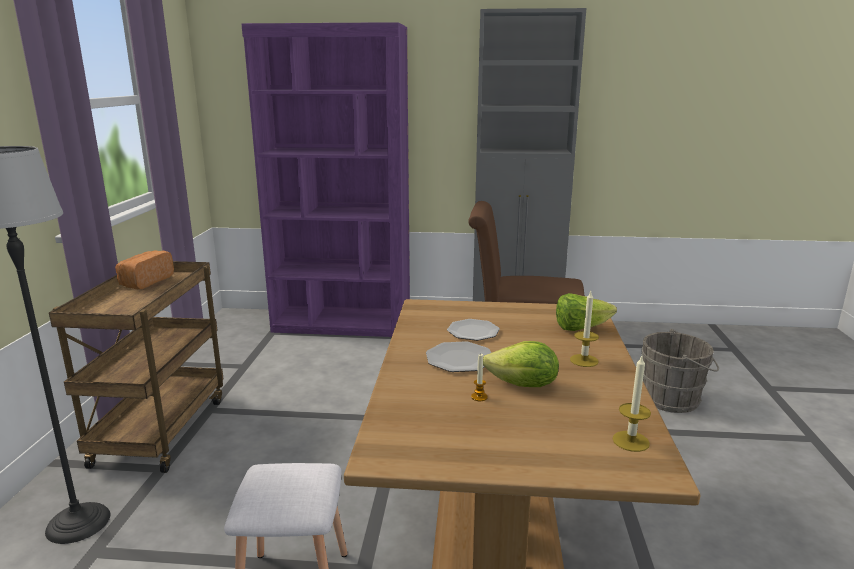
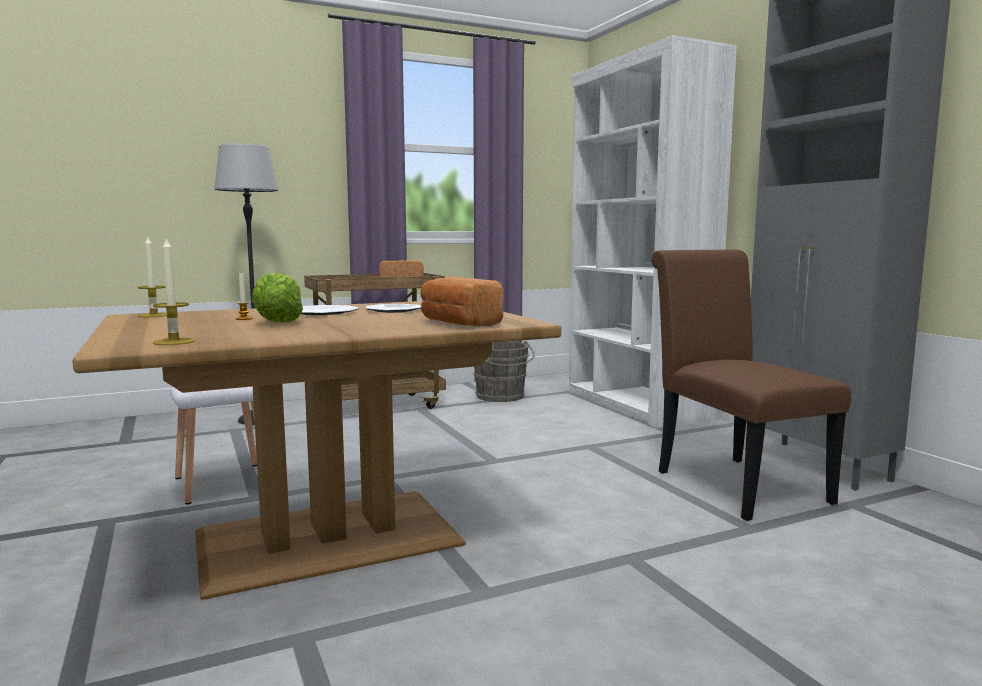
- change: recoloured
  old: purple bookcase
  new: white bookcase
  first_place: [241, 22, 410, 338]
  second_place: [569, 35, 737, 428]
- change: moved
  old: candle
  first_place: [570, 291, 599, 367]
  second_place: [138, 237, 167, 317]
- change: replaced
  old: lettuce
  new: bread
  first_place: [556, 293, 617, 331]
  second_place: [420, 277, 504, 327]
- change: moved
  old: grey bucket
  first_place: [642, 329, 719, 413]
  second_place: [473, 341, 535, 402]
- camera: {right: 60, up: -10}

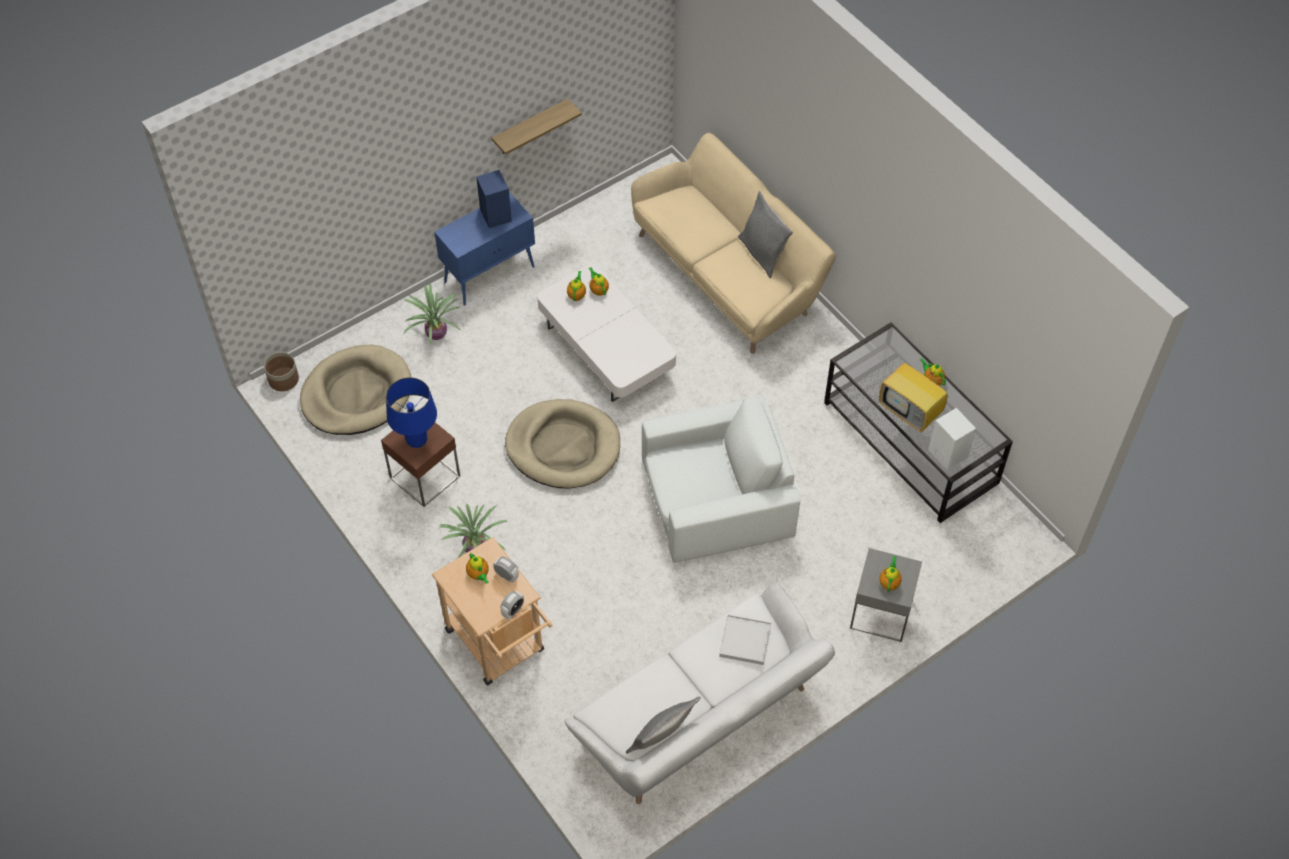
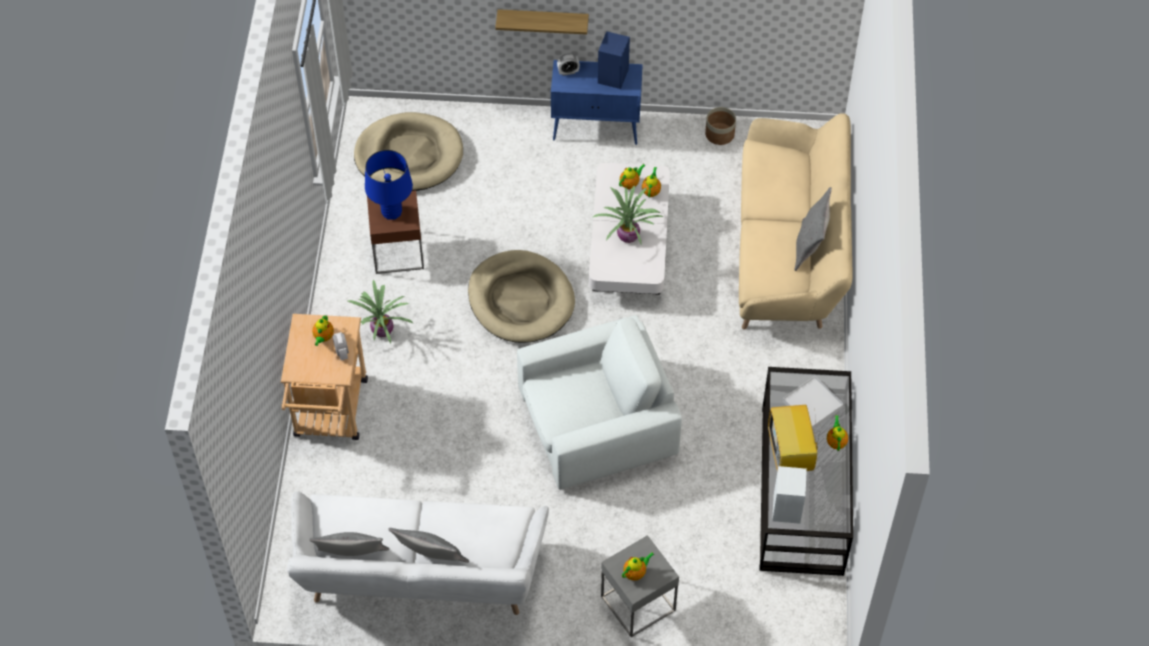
- change: moved
  old: shelf
  first_place: [492, 99, 582, 155]
  second_place: [495, 9, 589, 35]
- change: moved
  old: potted plant
  first_place: [403, 283, 461, 344]
  second_place: [593, 186, 663, 245]
- change: moved
  old: planter
  first_place: [264, 352, 299, 391]
  second_place: [705, 107, 736, 145]
- change: turned
  old: white armchair
  first_place: [642, 396, 800, 563]
  second_place: [517, 315, 682, 490]
  degrees: -45
- change: moved
  old: alarm clock
  first_place: [501, 591, 524, 620]
  second_place: [557, 53, 580, 76]
- change: moved
  old: white tray
  first_place: [719, 615, 771, 665]
  second_place: [783, 376, 844, 429]
- change: added
  new: grey pillow
  second_place: [388, 528, 469, 563]
- camera: {right: 40, up: 0}

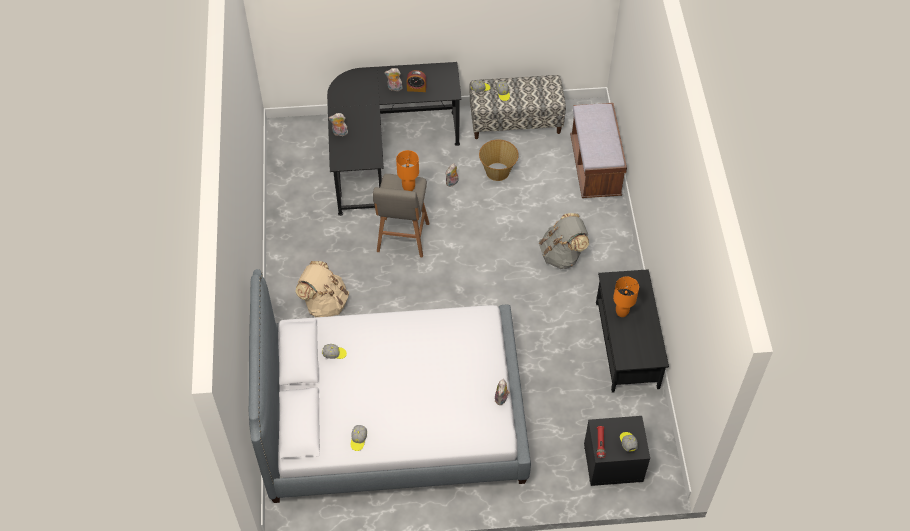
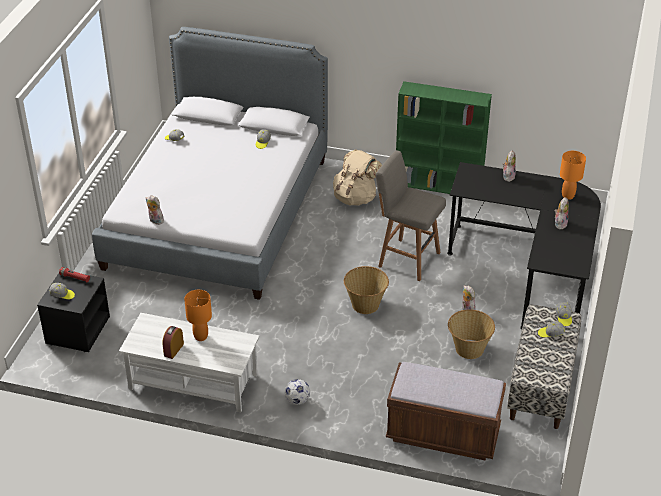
- change: moved
  old: alarm clock
  first_place: [407, 70, 426, 92]
  second_place: [162, 326, 184, 359]
- change: moved
  old: orange table lamp
  first_place: [396, 150, 419, 191]
  second_place: [560, 151, 586, 200]
- change: removed
  old: grey backpack
  first_place: [539, 213, 589, 269]
- change: recoloured
  old: black coffee table
  new: white coffee table
  first_place: [596, 269, 669, 393]
  second_place: [119, 313, 259, 412]
- change: added
  new: green bookcase
  second_place: [396, 81, 492, 194]
- change: added
  new: basket
  second_place: [344, 266, 389, 314]
- change: added
  new: football
  second_place: [285, 379, 310, 405]
- camera: {right: 110, up: -15}

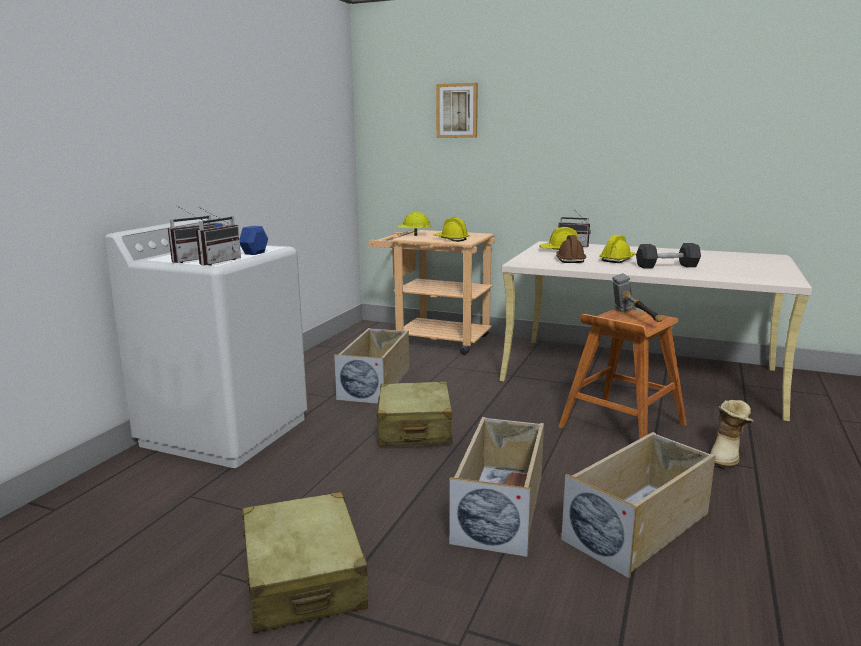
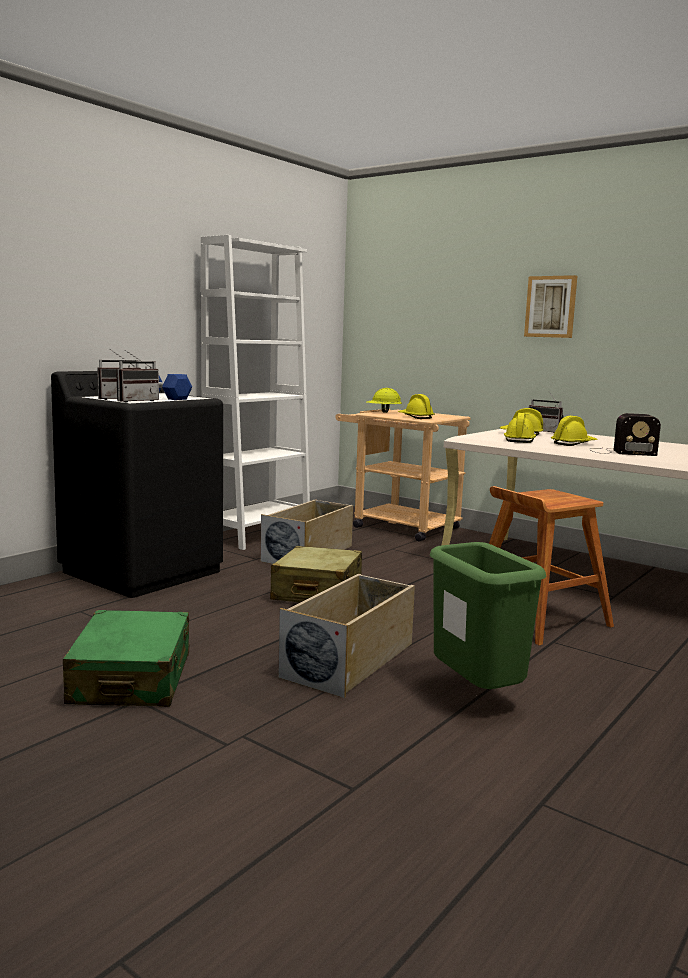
- change: moved
  old: picture
  first_place: [436, 83, 478, 138]
  second_place: [524, 275, 577, 338]
- change: recoloured
  old: white washing machine
  new: black washing machine
  first_place: [105, 219, 307, 468]
  second_place: [51, 371, 223, 598]
- change: recoloured
  old: brown hard hat
  new: yellow hard hat
  first_place: [556, 235, 586, 263]
  second_place: [504, 413, 536, 443]
- change: replaced
  old: black dumbbell
  new: radio
  first_place: [636, 243, 701, 269]
  second_place: [589, 413, 661, 456]
- change: removed
  old: hammer
  first_place: [612, 273, 663, 322]
- change: removed
  old: boot
  first_place: [710, 400, 754, 469]
- change: replaced
  old: beige storage box
  new: green trash can
  first_place: [561, 432, 716, 578]
  second_place: [430, 542, 546, 689]
- change: recoloured
  old: beige suitcase
  new: green suitcase
  first_place: [242, 492, 368, 633]
  second_place: [63, 610, 189, 707]
- change: added
  new: white bookcase
  second_place: [201, 235, 310, 550]
- camera: {right: 15, up: -5}

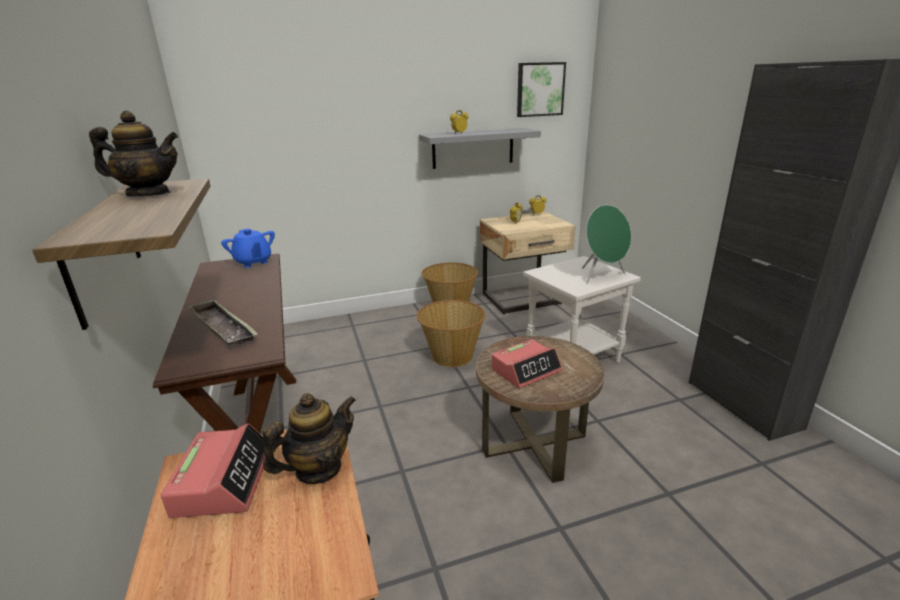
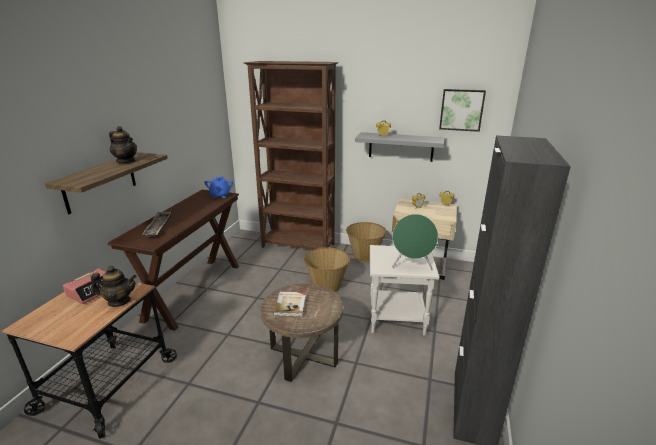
- change: replaced
  old: alarm clock
  new: book
  first_place: [492, 339, 562, 389]
  second_place: [273, 292, 306, 317]
- change: added
  new: brown bookcase
  second_place: [244, 61, 339, 249]
- camera: {right: 35, up: 0}

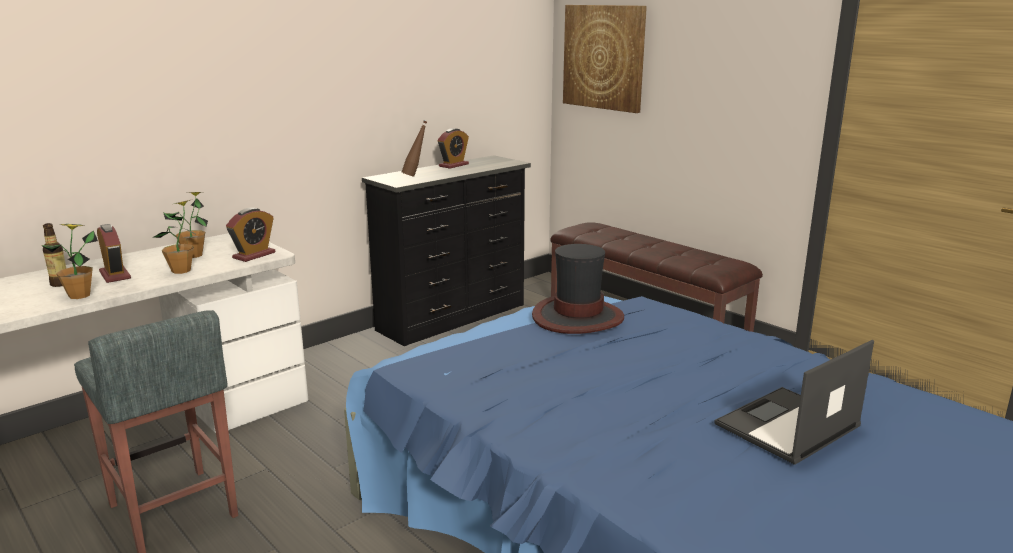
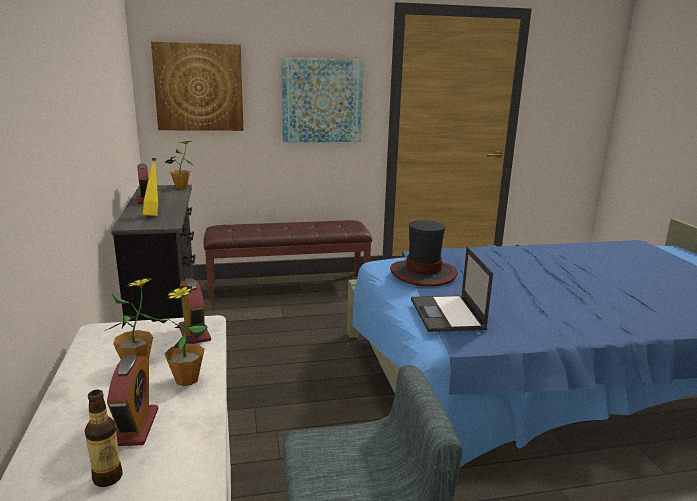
- change: recoloured
  old: brown bottle
  new: yellow bottle
  first_place: [402, 120, 427, 177]
  second_place: [143, 158, 158, 216]
- change: moved
  old: potted plant
  first_place: [41, 224, 98, 299]
  second_place: [164, 141, 193, 189]
- change: turned
  old: alarm clock
  first_place: [97, 224, 131, 283]
  second_place: [107, 355, 158, 446]
  degrees: 90
- change: moved
  old: laptop
  first_place: [715, 340, 874, 465]
  second_place: [411, 246, 493, 332]
- change: added
  new: picture
  second_place: [281, 58, 364, 142]
- camera: {right: -60, up: 0}

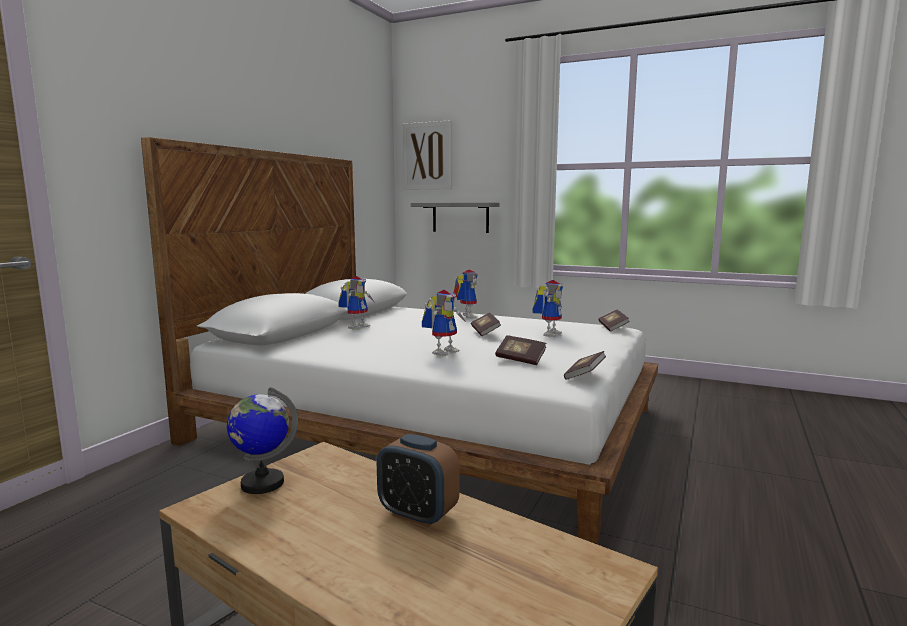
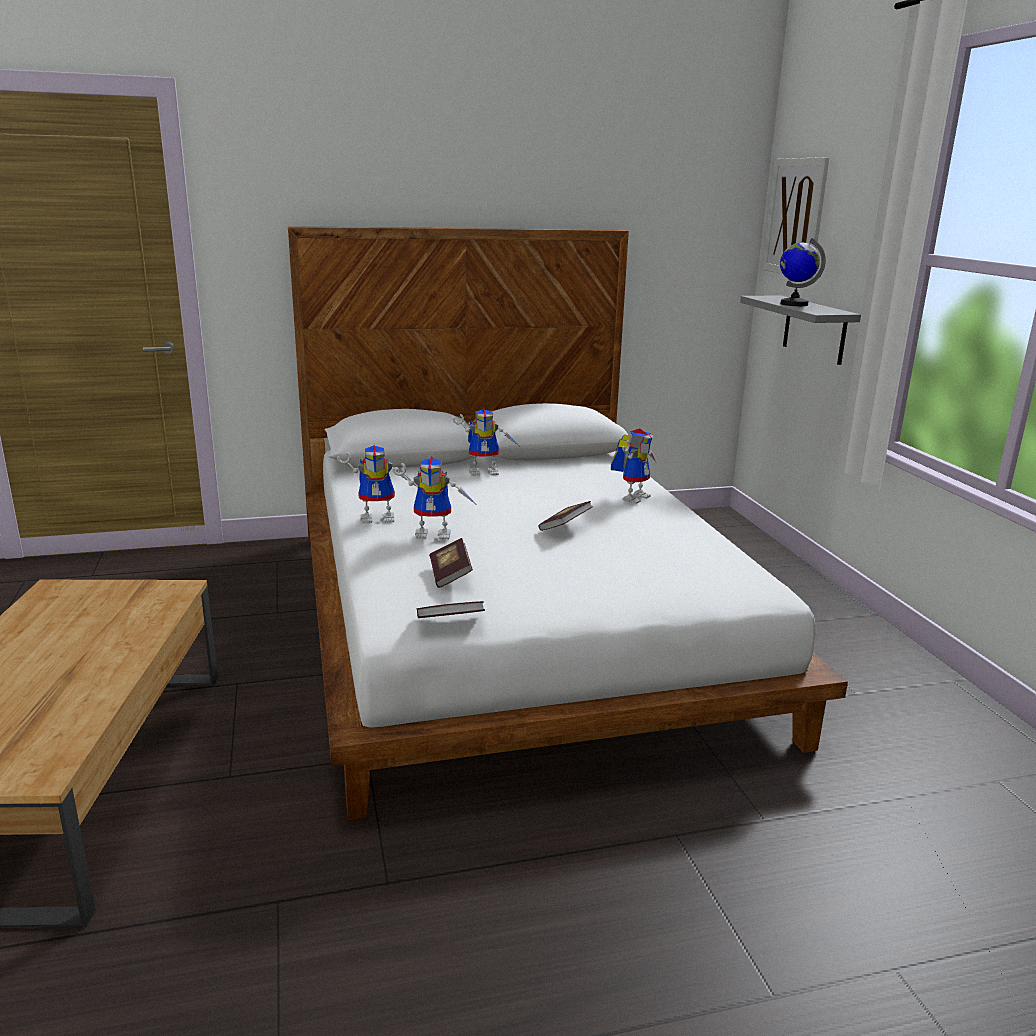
- change: moved
  old: toy robot
  first_place: [532, 280, 563, 337]
  second_place: [337, 445, 418, 523]
- change: removed
  old: book
  first_place: [599, 310, 630, 331]
- change: moved
  old: globe
  first_place: [227, 387, 298, 494]
  second_place: [780, 238, 826, 306]
- change: removed
  old: alarm clock
  first_place: [377, 434, 460, 527]
- camera: {right: 50, up: 10}

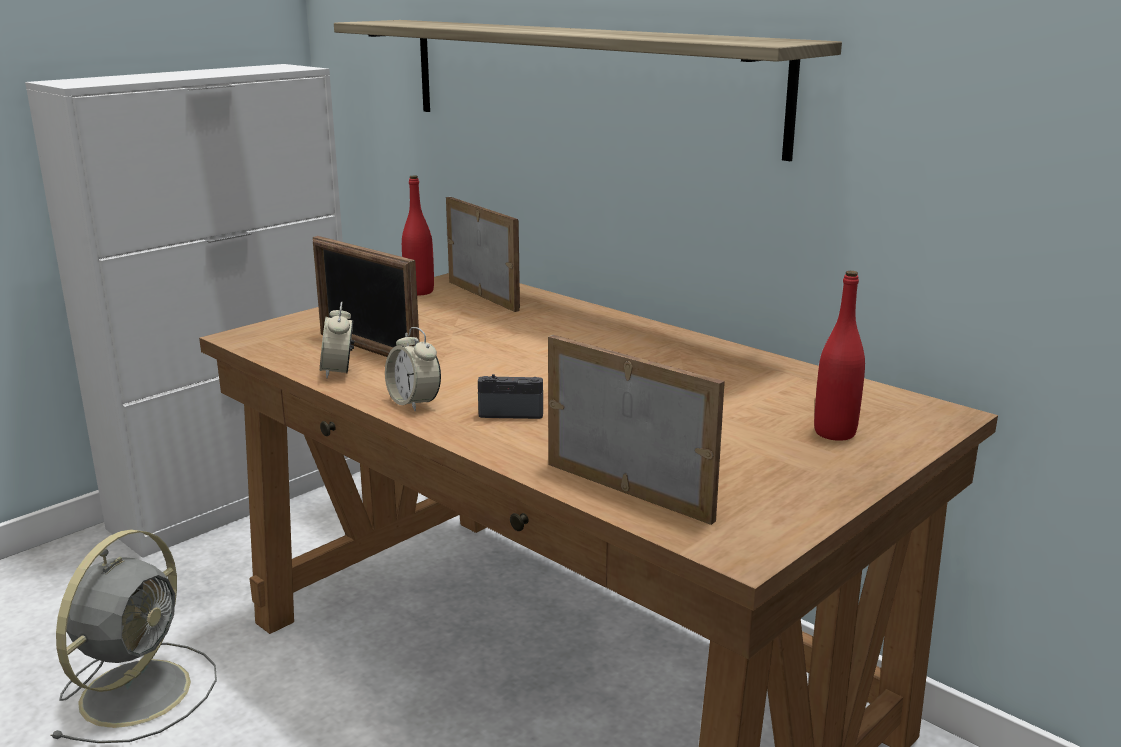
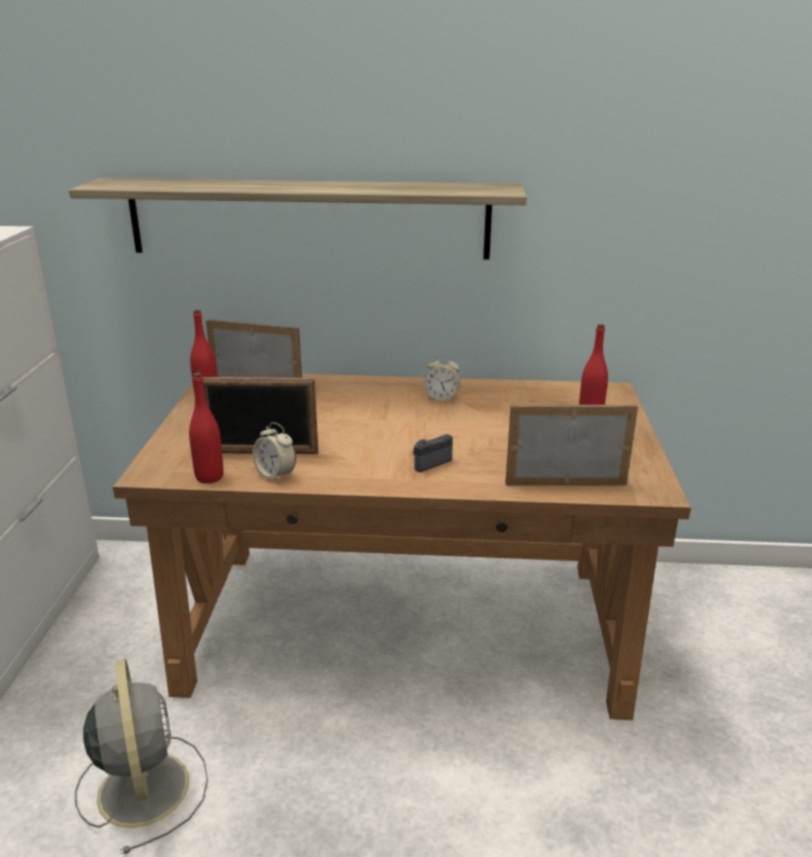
- change: moved
  old: alarm clock
  first_place: [385, 327, 441, 412]
  second_place: [424, 354, 460, 402]
- change: added
  new: red bottle
  second_place: [189, 373, 223, 483]
- camera: {right: -40, up: 5}

